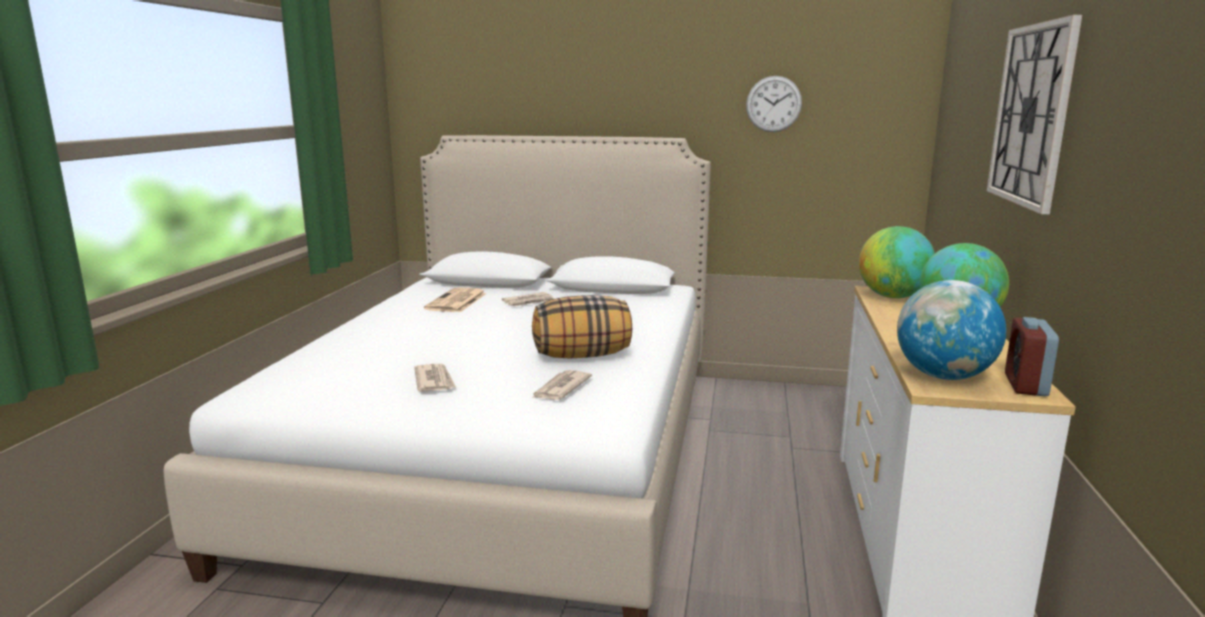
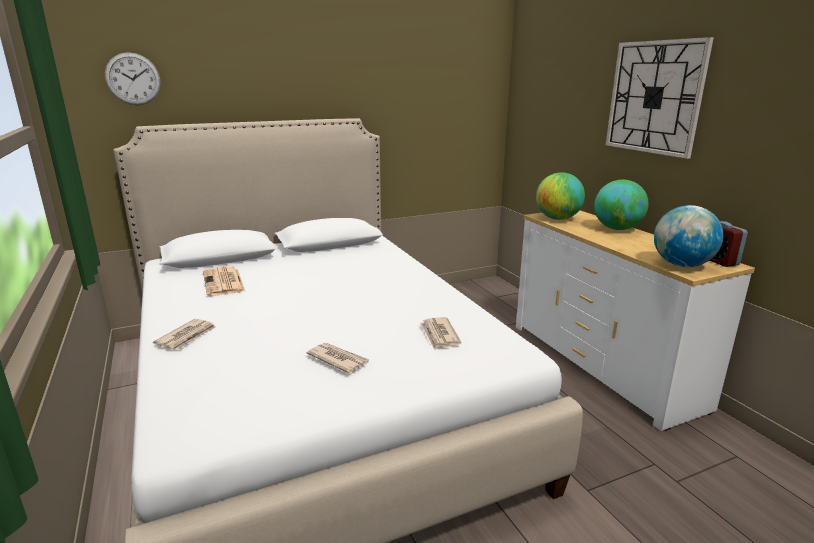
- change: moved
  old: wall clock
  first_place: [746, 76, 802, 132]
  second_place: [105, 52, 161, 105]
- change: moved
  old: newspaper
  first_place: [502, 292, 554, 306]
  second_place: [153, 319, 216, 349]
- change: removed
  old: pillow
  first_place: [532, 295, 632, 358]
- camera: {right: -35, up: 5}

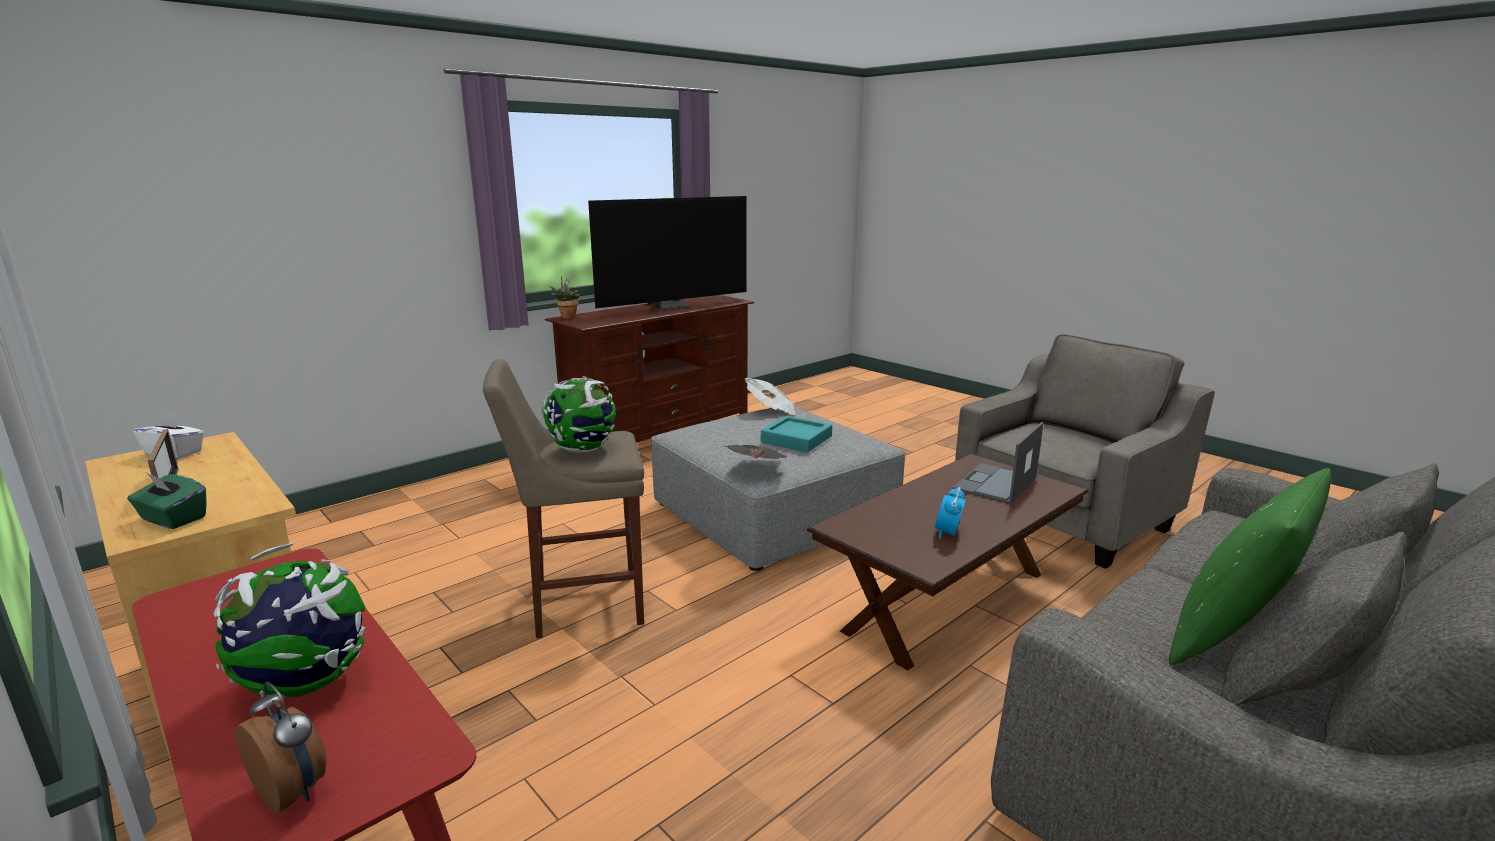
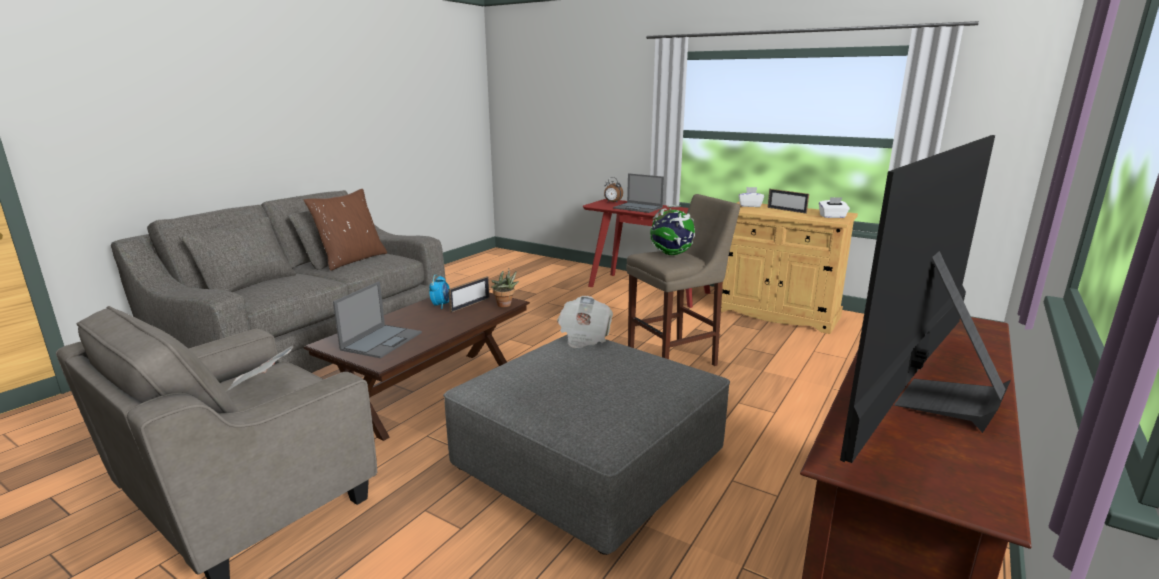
- change: moved
  old: potted plant
  first_place: [550, 274, 580, 319]
  second_place: [491, 269, 519, 307]
- change: moved
  old: newspaper
  first_place: [745, 378, 795, 415]
  second_place: [227, 345, 293, 391]
- change: removed
  old: turquoise tray
  first_place: [761, 416, 832, 452]
- change: recoloured
  old: green pillow
  new: brown pillow
  first_place: [1169, 468, 1331, 665]
  second_place: [304, 189, 387, 271]
- change: recoloured
  old: green tissue box
  new: white tissue box
  first_place: [127, 473, 207, 529]
  second_place: [738, 187, 764, 207]
- change: replaced
  old: globe
  new: laptop
  first_place: [214, 543, 366, 697]
  second_place: [613, 173, 664, 213]
- change: added
  new: picture frame
  second_place: [448, 276, 490, 313]
- camera: {right: 165, up: 0}

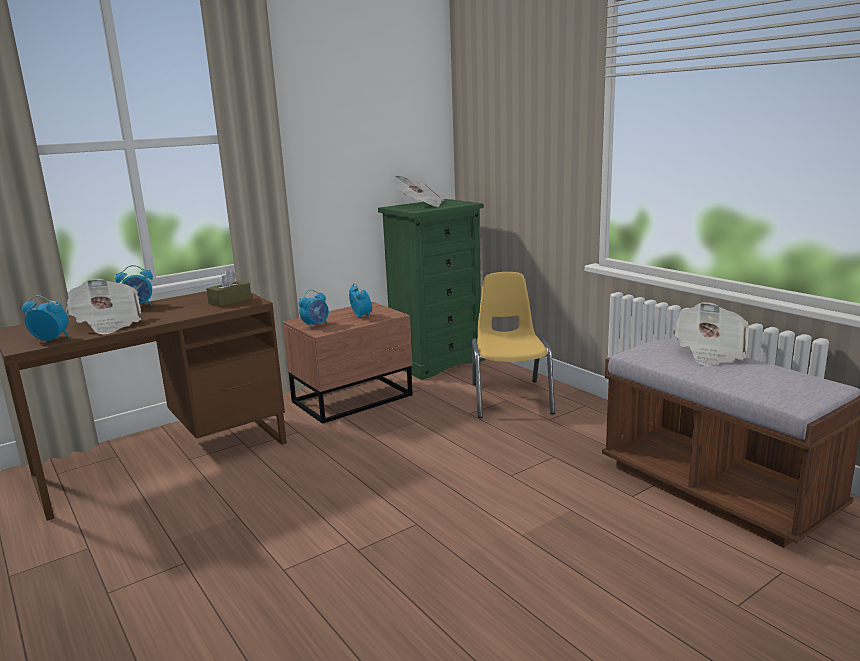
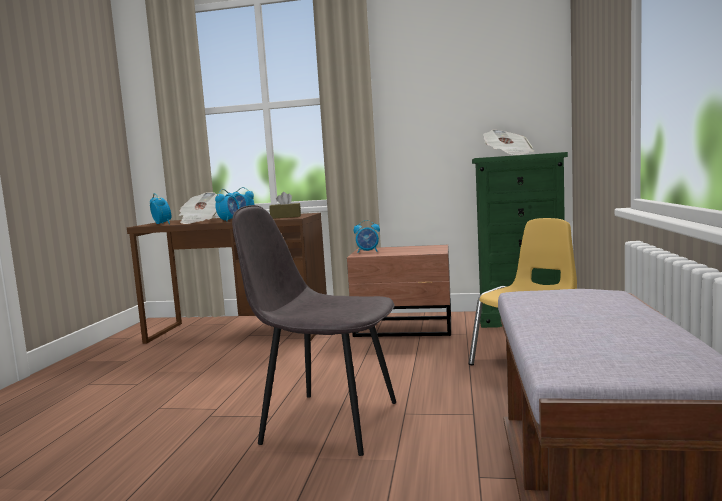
- change: moved
  old: alarm clock
  first_place: [349, 283, 372, 319]
  second_place: [215, 189, 240, 222]
- change: removed
  old: newspaper
  first_place: [673, 302, 749, 366]
- change: added
  new: grey chair
  second_place: [232, 205, 396, 456]
- camera: {right: 45, up: -10}

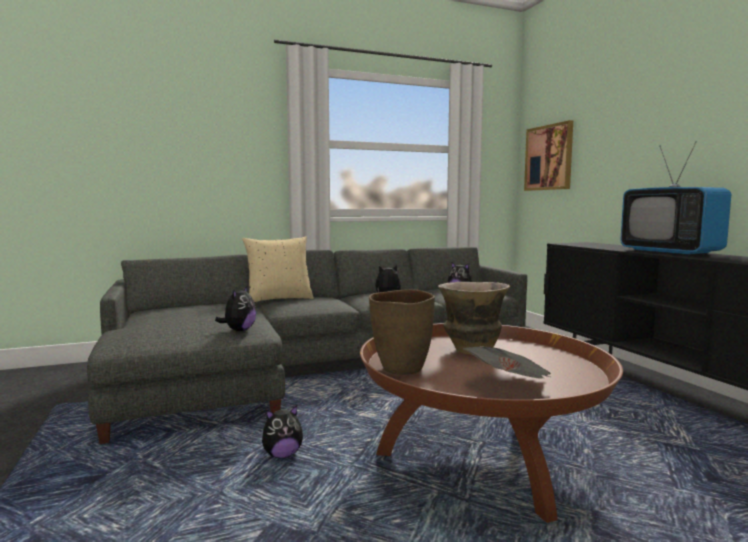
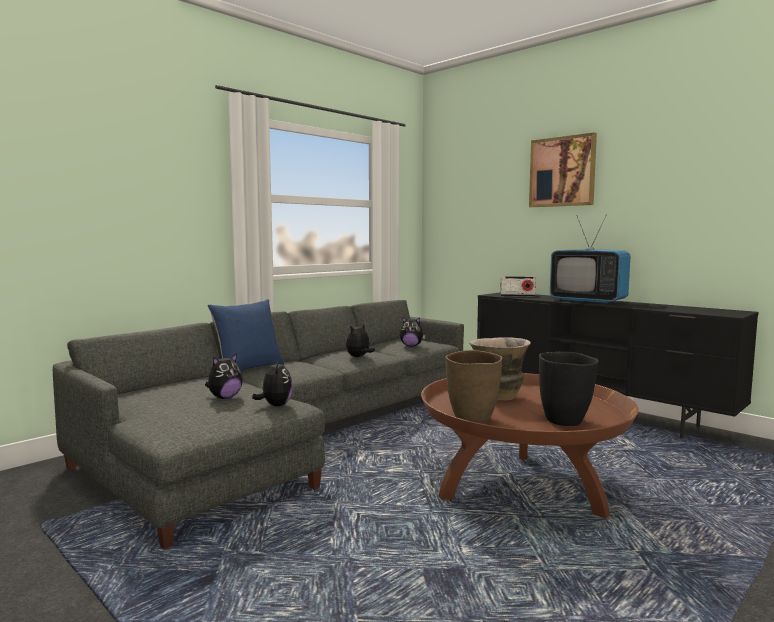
- change: moved
  old: picture
  first_place: [524, 120, 573, 191]
  second_place: [529, 132, 597, 207]
- change: recoloured
  old: beige pillow
  new: blue pillow
  first_place: [242, 236, 314, 302]
  second_place: [208, 299, 284, 371]
- change: replaced
  old: newspaper
  new: black vase
  first_place: [463, 347, 551, 378]
  second_place: [539, 352, 599, 426]
- change: moved
  old: plush toy
  first_place: [262, 406, 303, 458]
  second_place: [205, 353, 243, 399]
- change: added
  new: radio
  second_place: [500, 276, 536, 297]
- camera: {right: -25, up: 0}

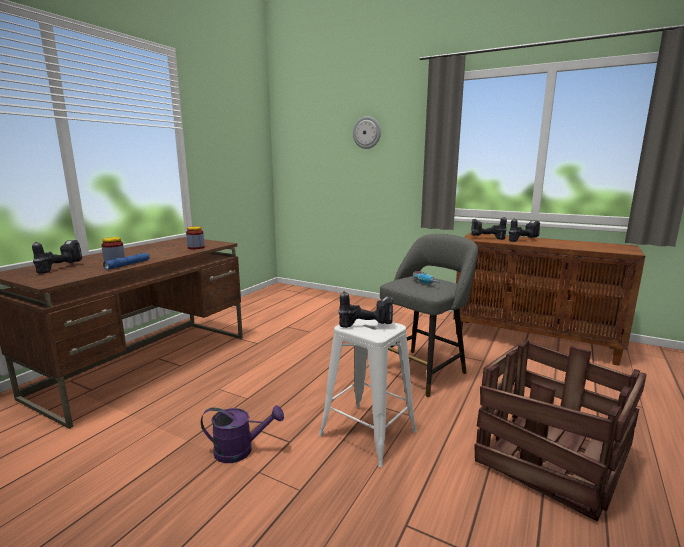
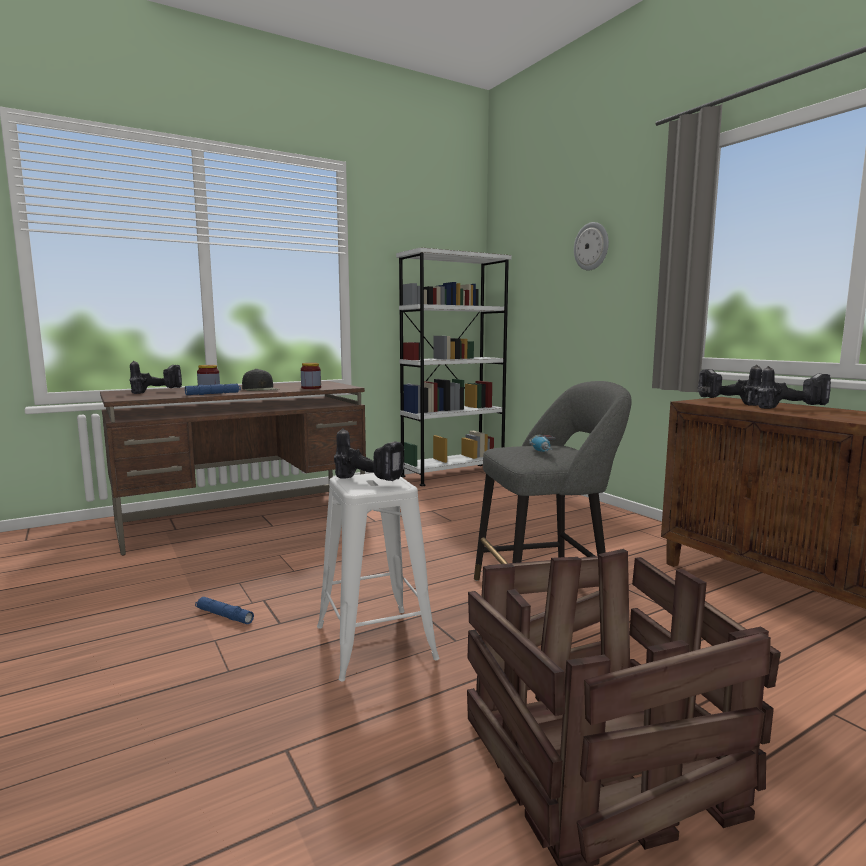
- change: replaced
  old: purple watering can
  new: blue flashlight
  first_place: [201, 405, 284, 463]
  second_place: [195, 597, 254, 624]
- change: added
  new: white bookcase
  second_place: [396, 247, 512, 486]
- change: added
  new: black cap
  second_place: [242, 369, 278, 391]
- camera: {right: 30, up: -5}

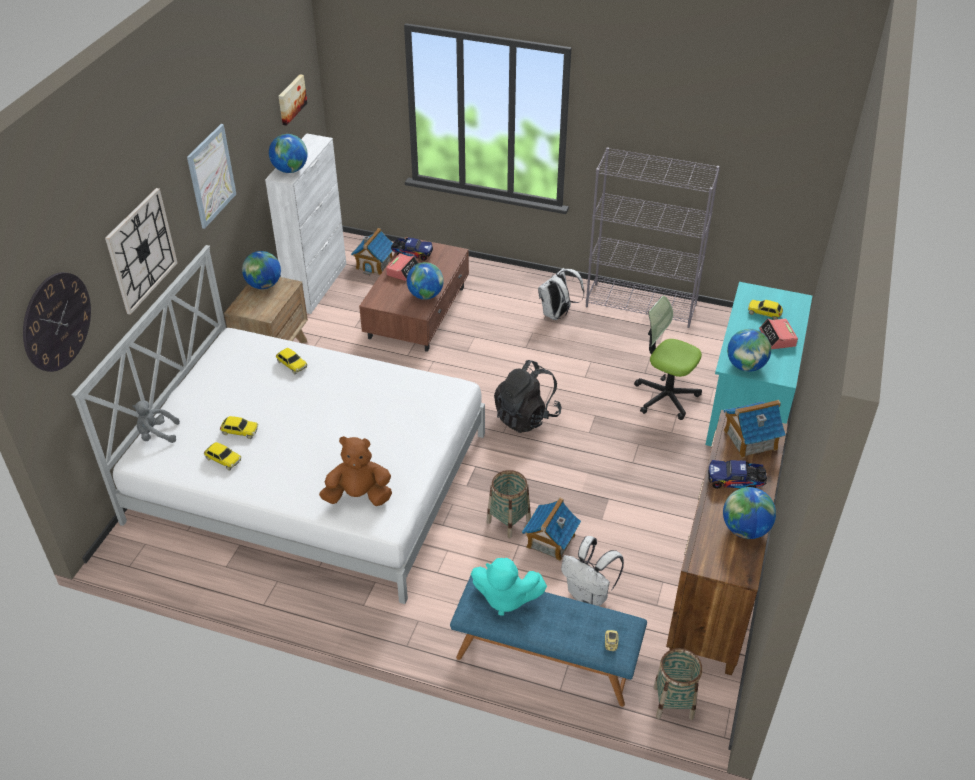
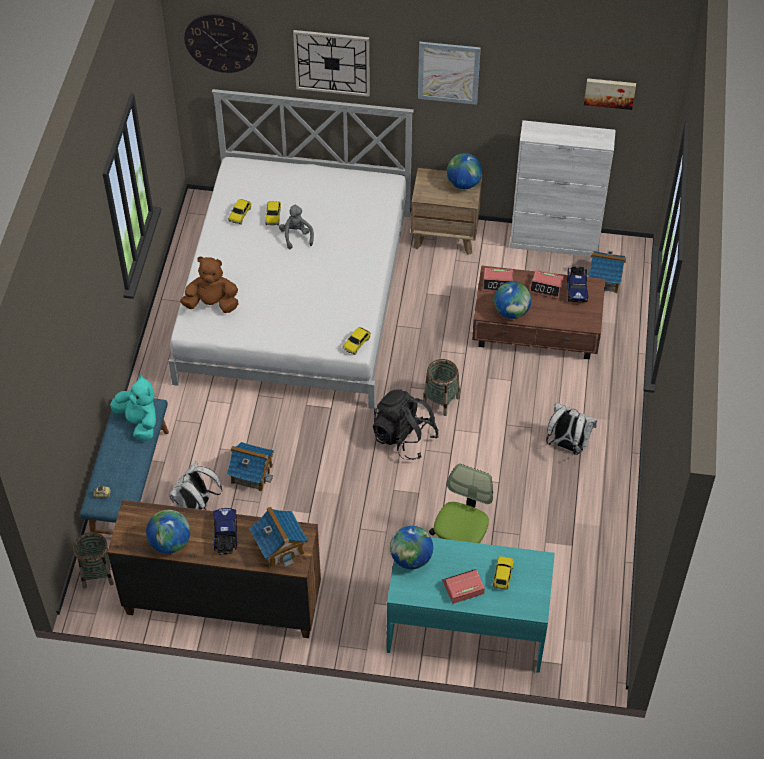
- change: removed
  old: globe
  first_place: [269, 134, 308, 173]
- change: removed
  old: grey bookcase
  first_place: [586, 147, 720, 328]
- change: moved
  old: toy car
  first_place: [276, 348, 307, 375]
  second_place: [343, 327, 371, 355]
- change: moved
  old: grey plush toy
  first_place: [132, 400, 180, 443]
  second_place: [279, 204, 314, 249]
- change: turned
  old: brown plush toy
  first_place: [319, 436, 392, 506]
  second_place: [180, 256, 239, 313]
  degrees: -75
- change: moved
  old: basket
  first_place: [487, 470, 531, 538]
  second_place: [423, 359, 460, 416]
- change: turned
  old: turquoise plush toy
  first_place: [471, 558, 547, 616]
  second_place: [110, 374, 156, 441]
  degrees: 135
- change: added
  new: alarm clock
  second_place: [483, 268, 513, 292]
- camera: {right: 80, up: 10}

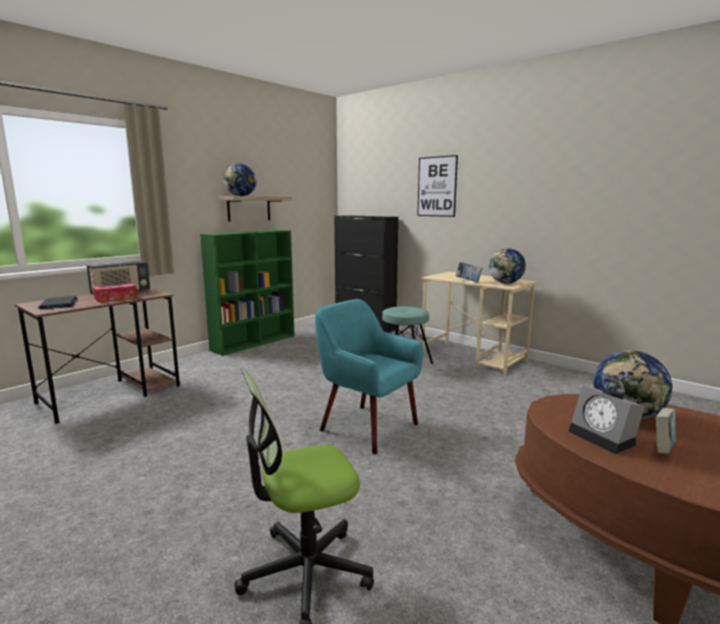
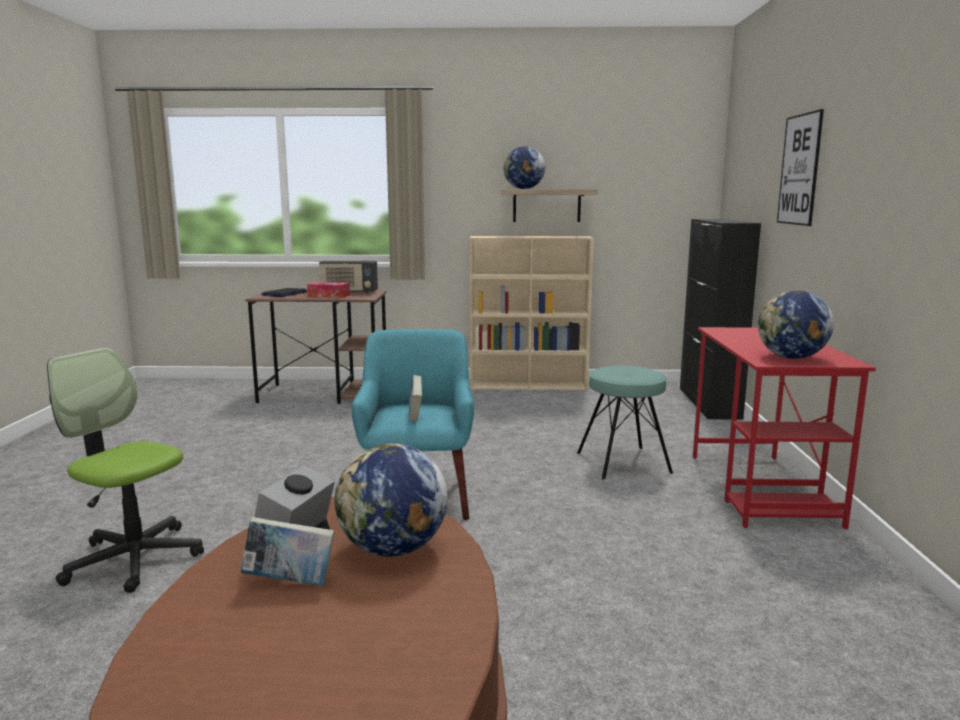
- change: recoloured
  old: green bookcase
  new: beige bookcase
  first_place: [200, 230, 295, 356]
  second_place: [470, 236, 594, 390]
- change: moved
  old: book
  first_place: [456, 262, 483, 282]
  second_place: [409, 375, 422, 422]
- change: recoloured
  old: beige desk
  new: red desk
  first_place: [421, 272, 537, 375]
  second_place: [693, 327, 876, 529]
- camera: {right: 50, up: 0}

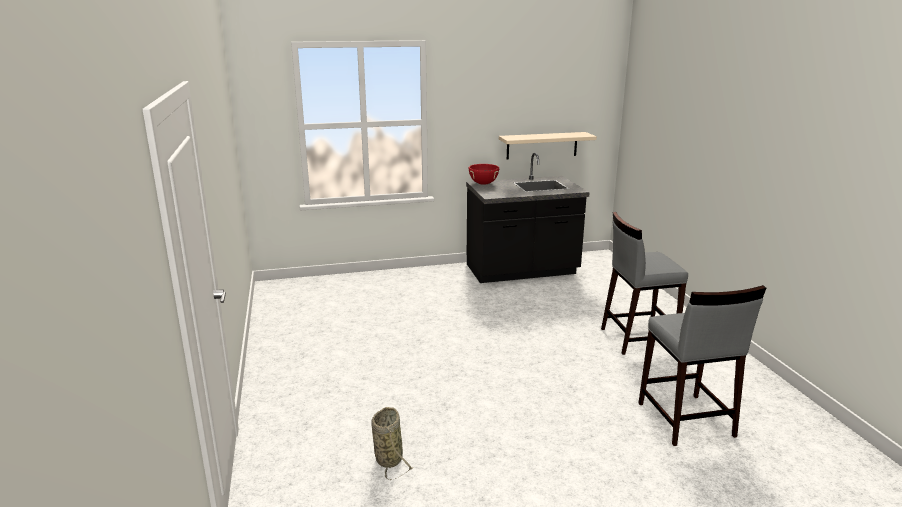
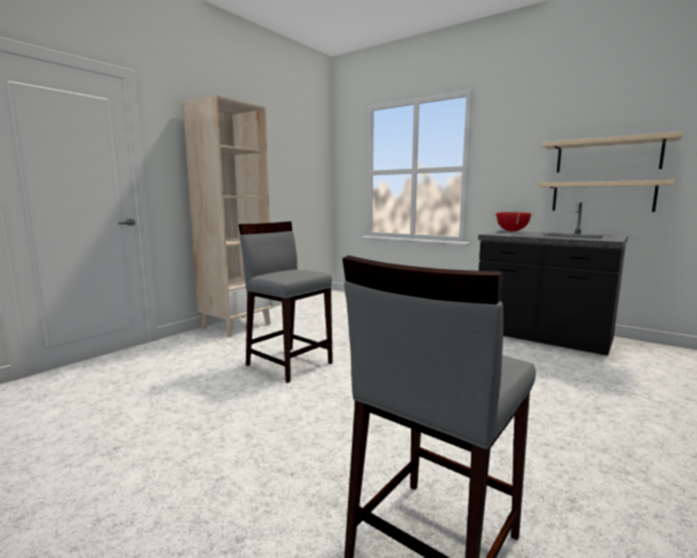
- change: moved
  old: grey stool
  first_place: [601, 212, 688, 355]
  second_place: [238, 221, 333, 383]
- change: removed
  old: basket
  first_place: [372, 407, 414, 480]
- change: added
  new: beige bookcase
  second_place: [183, 95, 273, 337]
- change: added
  new: beige shelf
  second_place: [542, 131, 683, 173]
- camera: {right: 50, up: -10}

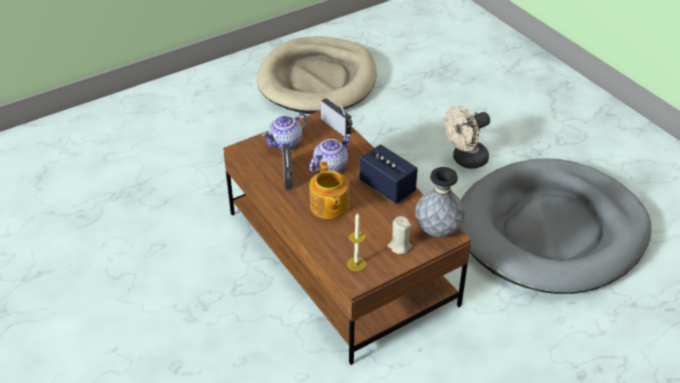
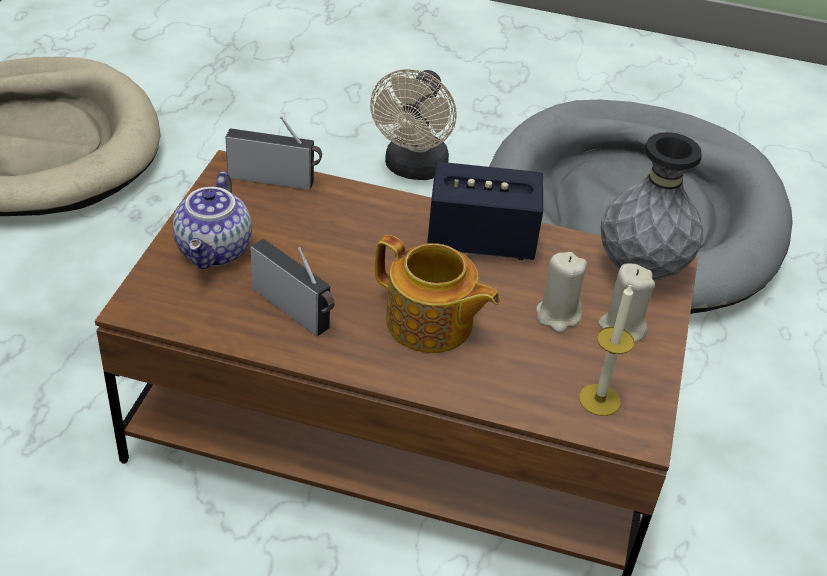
- change: removed
  old: teapot
  first_place: [310, 134, 351, 173]
- change: added
  new: beige candle
  second_place: [536, 252, 587, 333]
- camera: {right: -45, up: 0}

